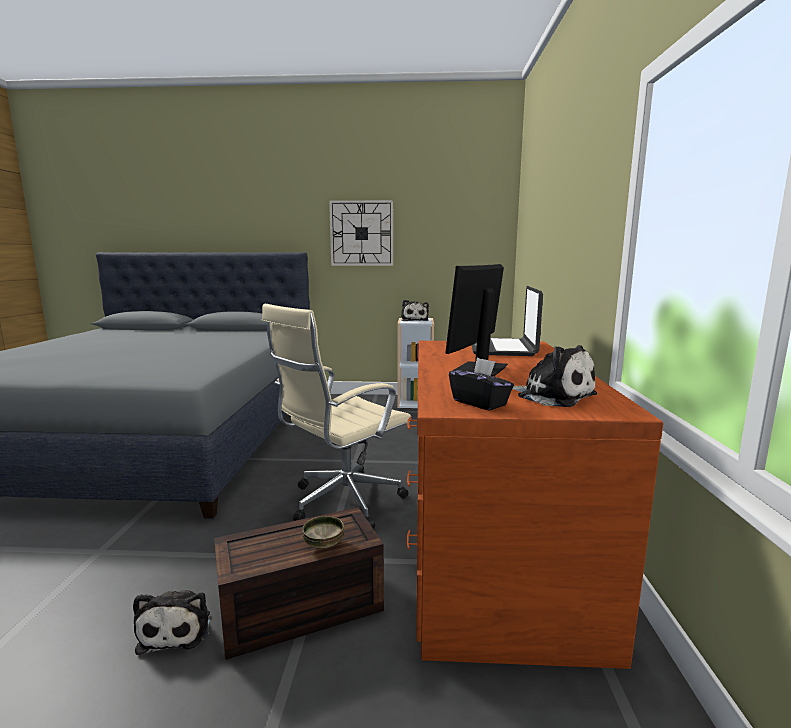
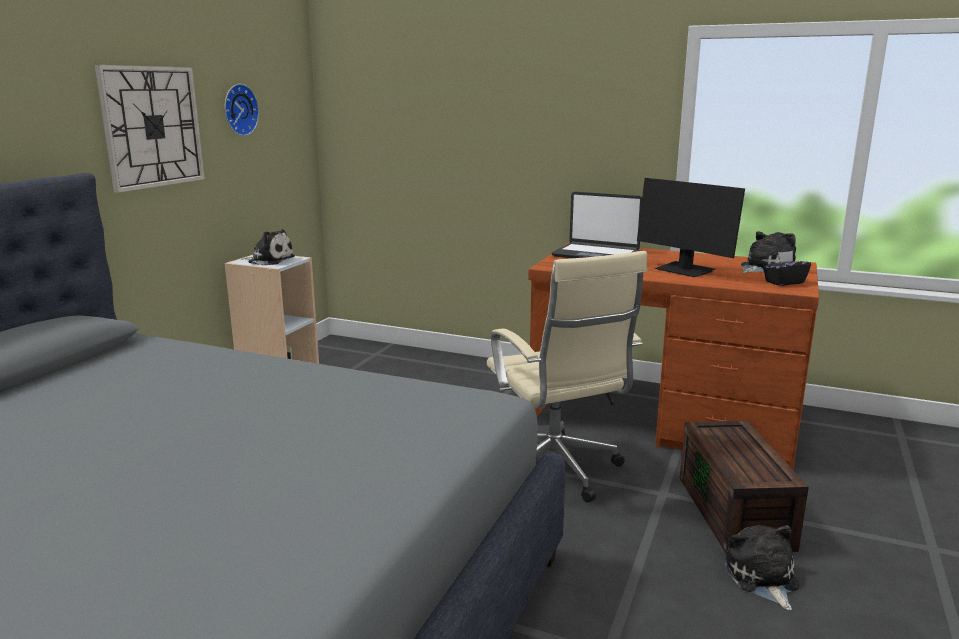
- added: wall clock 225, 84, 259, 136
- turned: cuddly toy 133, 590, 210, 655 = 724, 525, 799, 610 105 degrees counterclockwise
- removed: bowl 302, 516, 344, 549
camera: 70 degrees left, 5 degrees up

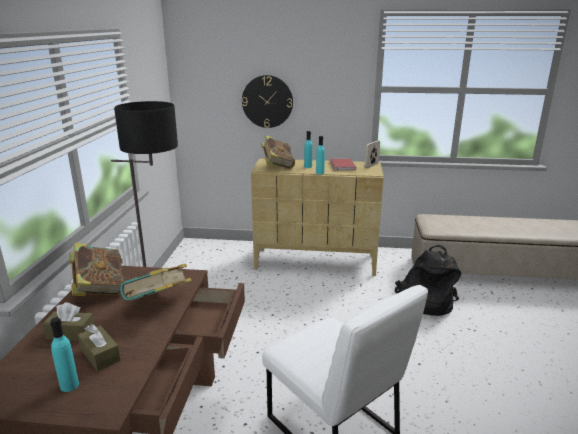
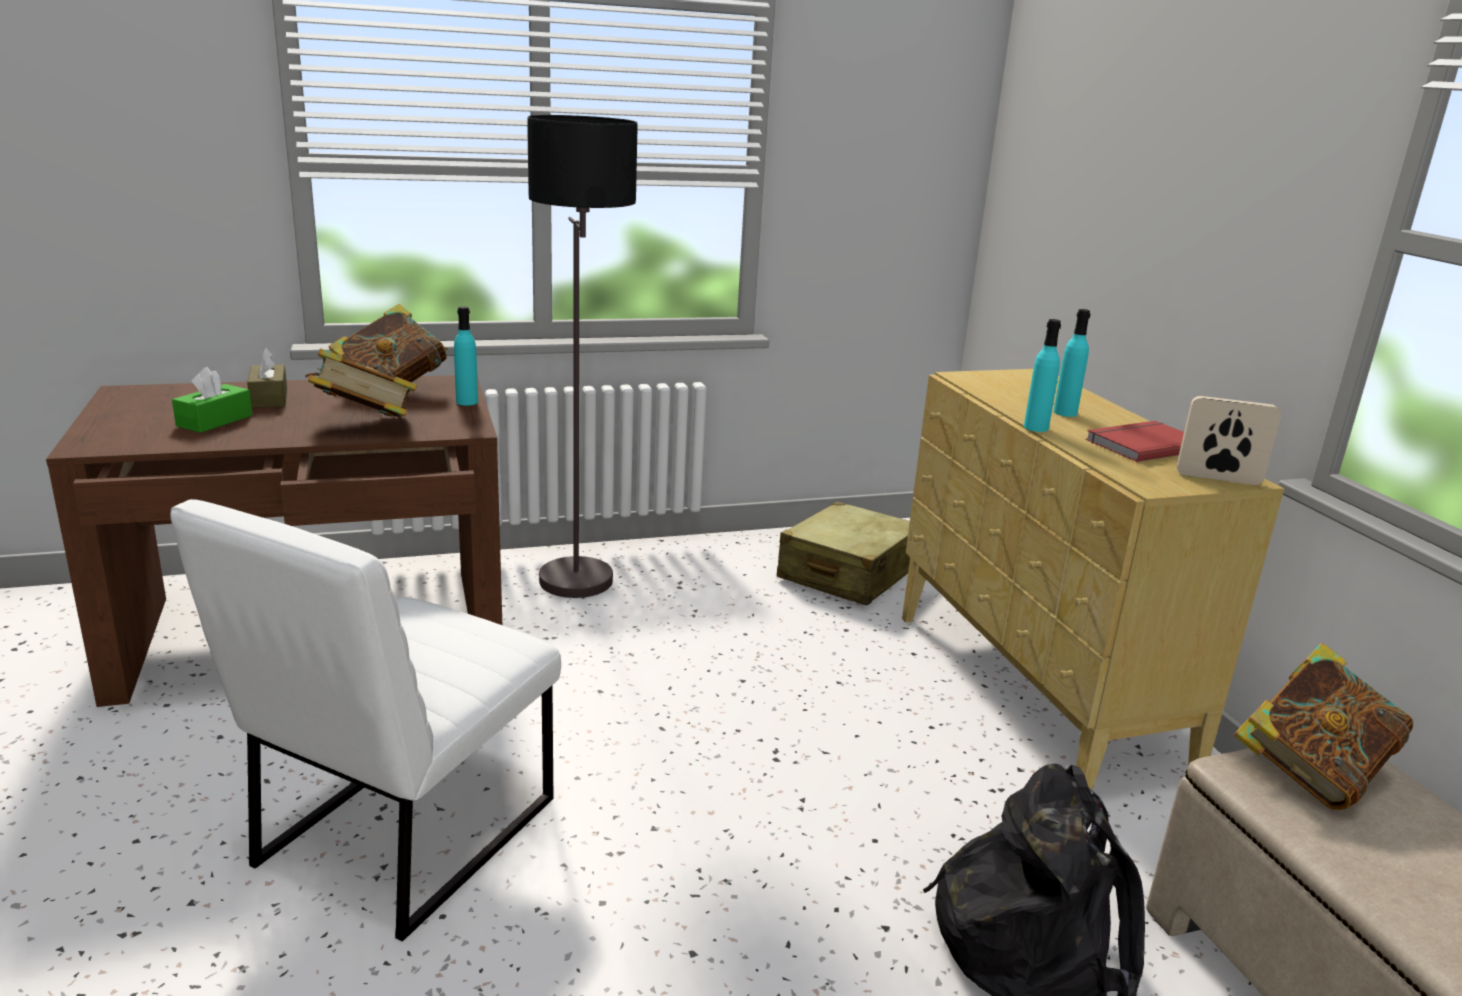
- recoloured: tissue holder (brown-coloured) 78, 324, 121, 371 to tissue holder (green) 172, 367, 252, 433
- moved: drink bottle (turquoise) 50, 317, 79, 392 to 454, 306, 478, 406
- added: travel case (beige-coloured) 777, 501, 910, 606
- moved: volume 261, 135, 295, 169 to 1234, 643, 1413, 810
- removed: wall clock 242, 75, 293, 128
camera: 65 degrees right, 0 degrees up

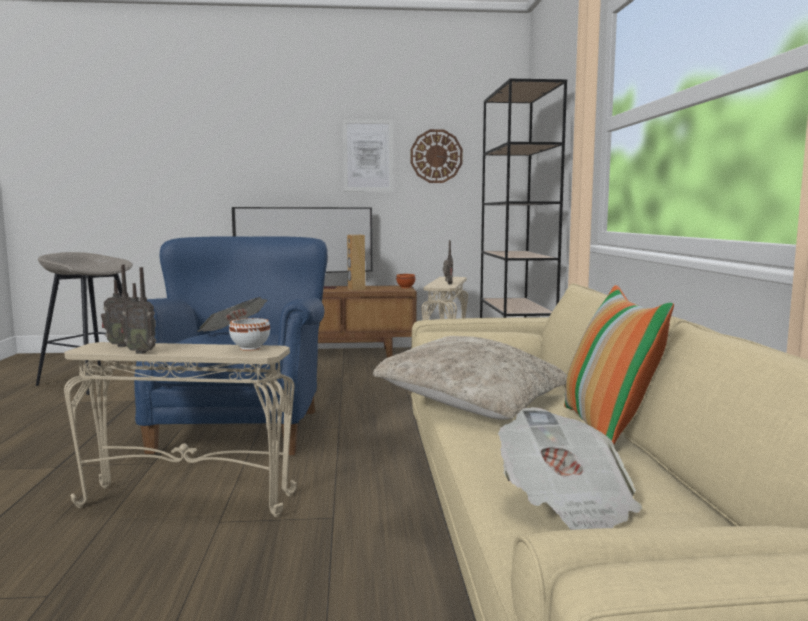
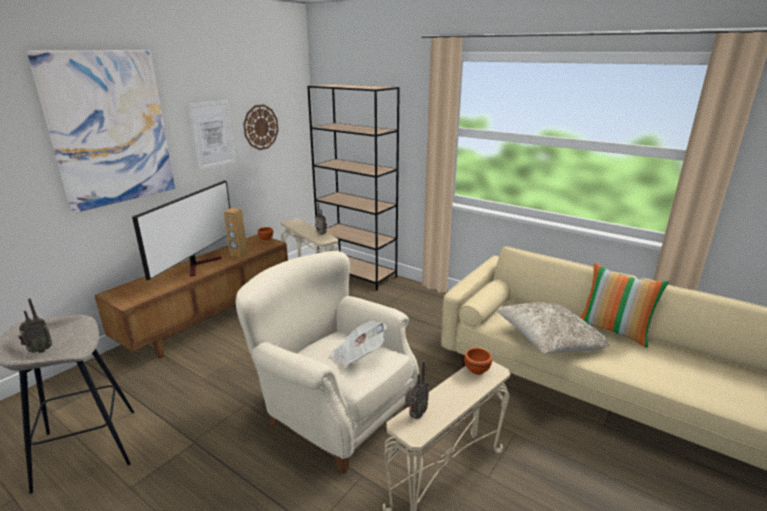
- moved: radio set 120, 267, 156, 354 to 18, 298, 52, 353
- added: picture 27, 51, 175, 213
- recoloured: lounge chair (blue) 134, 236, 328, 455 to lounge chair (beige-coloured) 236, 251, 419, 474
- recoloured: bowl (white) 229, 318, 270, 351 to bowl (brown-coloured) 464, 348, 492, 375
- removed: printed paper 498, 407, 642, 530
camera: 50 degrees left, 15 degrees up

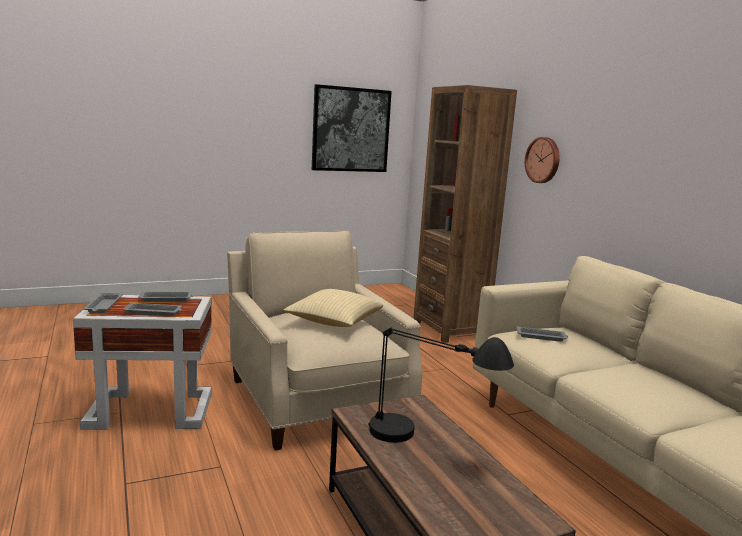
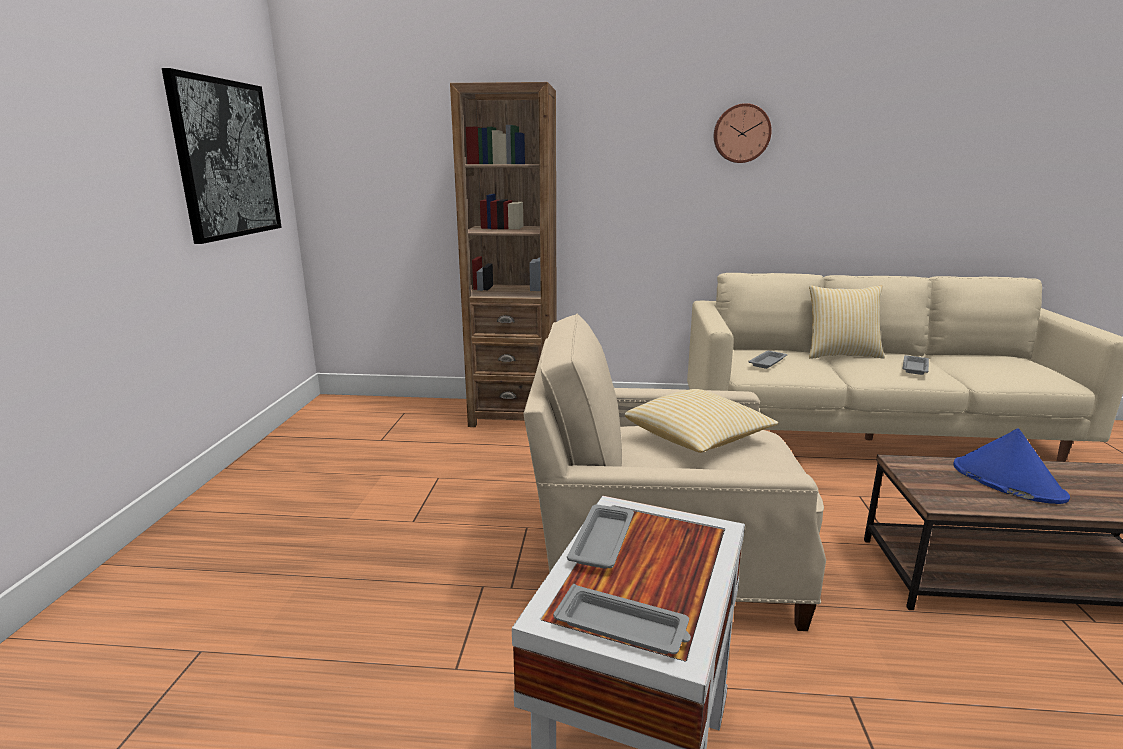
- moved: wall clock 525, 137, 560, 183 to 714, 103, 772, 163
- added: throw pillow 809, 285, 885, 359
- moved: carrying tray (grey) 123, 302, 182, 316 to 902, 355, 929, 375
- replaced: table lamp (black) 368, 327, 514, 443 to hat (blue) 953, 428, 1070, 504
camera: 60 degrees left, 5 degrees up

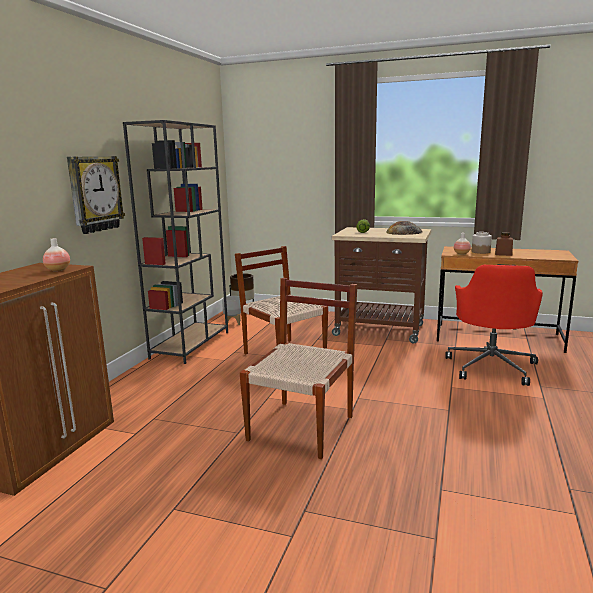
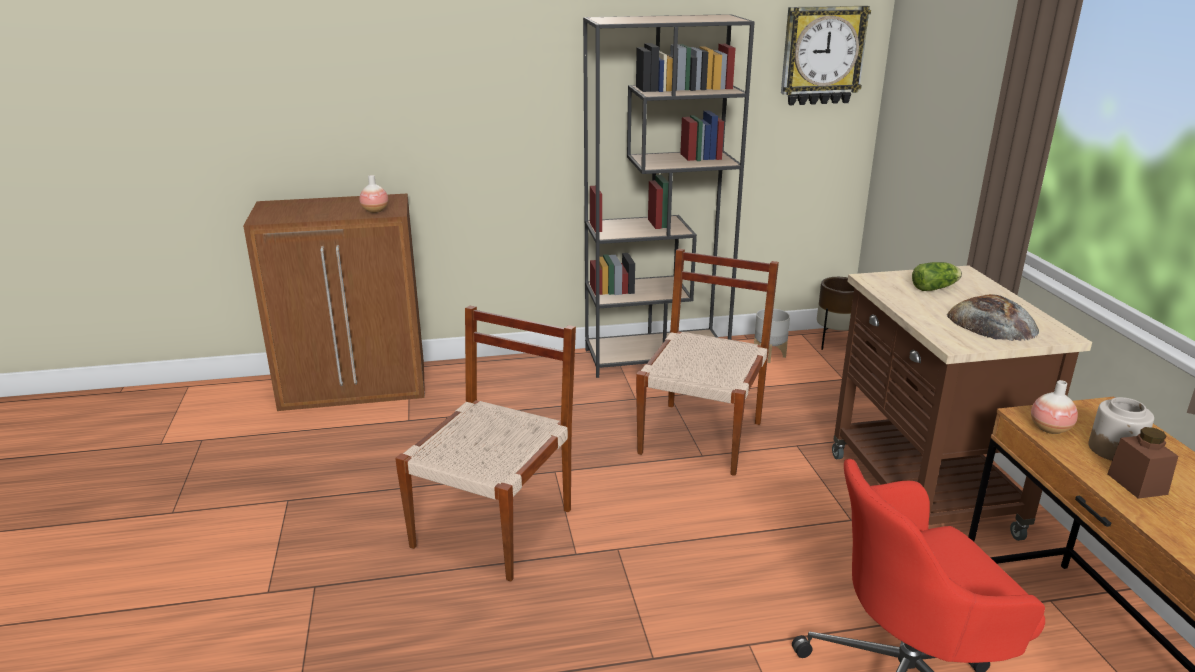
- turned: chair 240, 278, 357, 459 = 395, 306, 576, 581 60 degrees counterclockwise
- moved: wall clock 67, 156, 125, 234 to 781, 6, 871, 105
camera: 60 degrees right, 10 degrees up

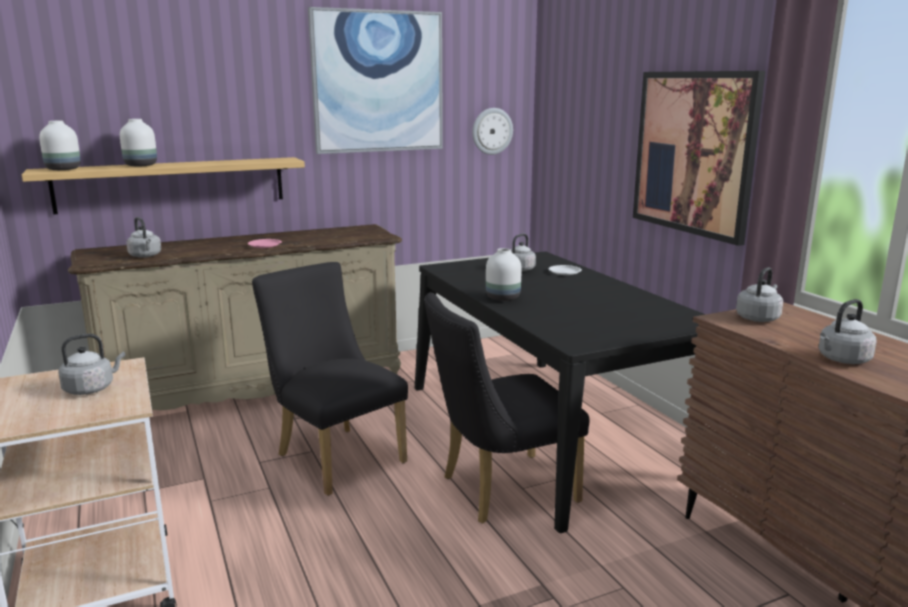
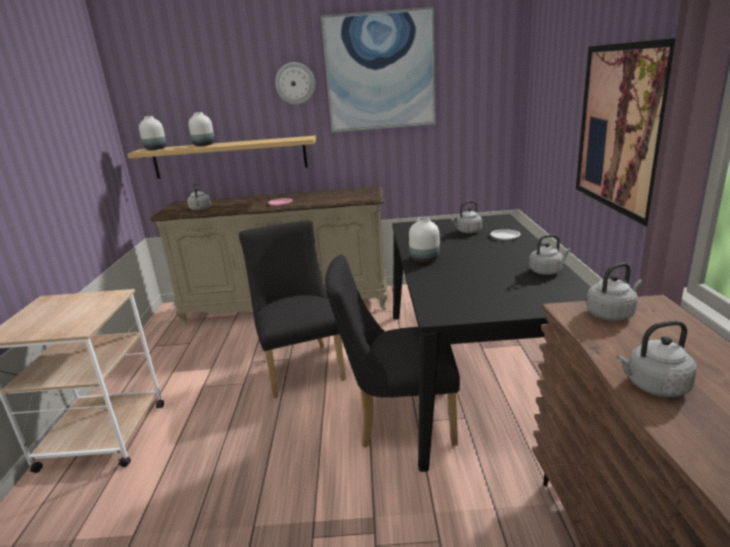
- moved: wall clock 472, 108, 513, 155 to 275, 62, 316, 105
- moved: tea kettle (grey) 58, 334, 125, 395 to 529, 234, 571, 275
camera: 25 degrees right, 5 degrees up

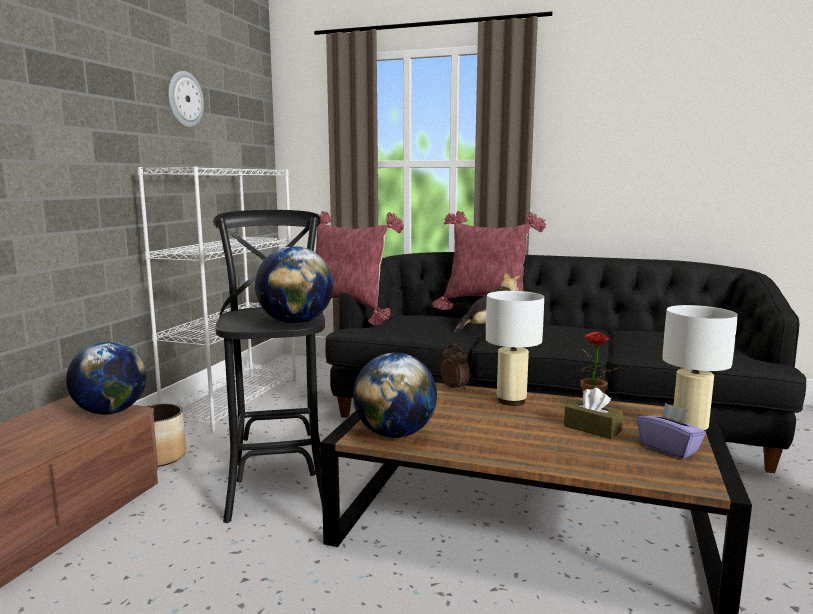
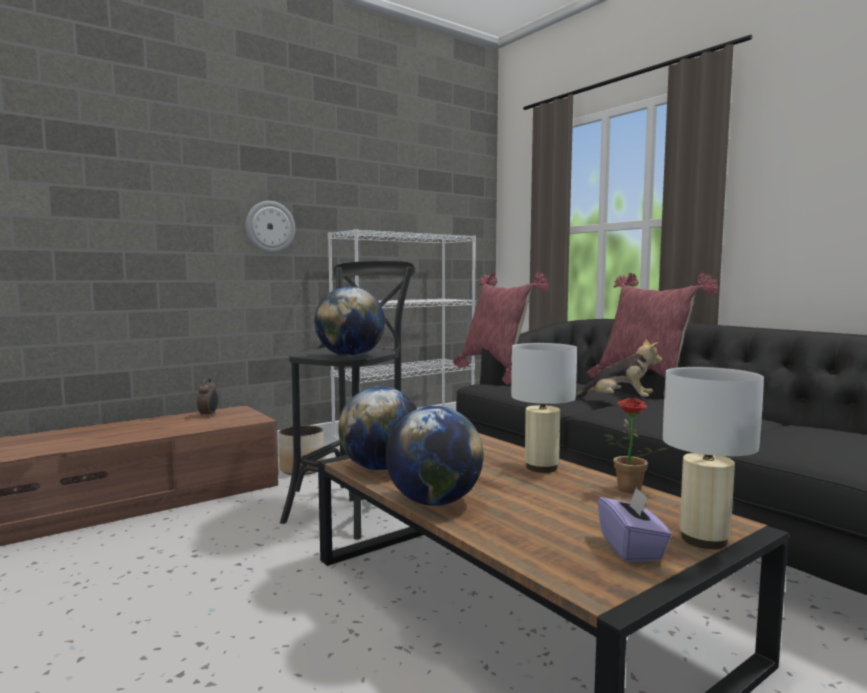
- moved: alarm clock 440, 344, 470, 391 to 197, 378, 218, 417
- moved: wall clock 168, 71, 204, 128 to 246, 201, 295, 253
- moved: desk globe 66, 341, 147, 415 to 386, 406, 484, 506
- removed: tissue holder (brown-coloured) 564, 387, 623, 439
camera: 35 degrees right, 5 degrees down

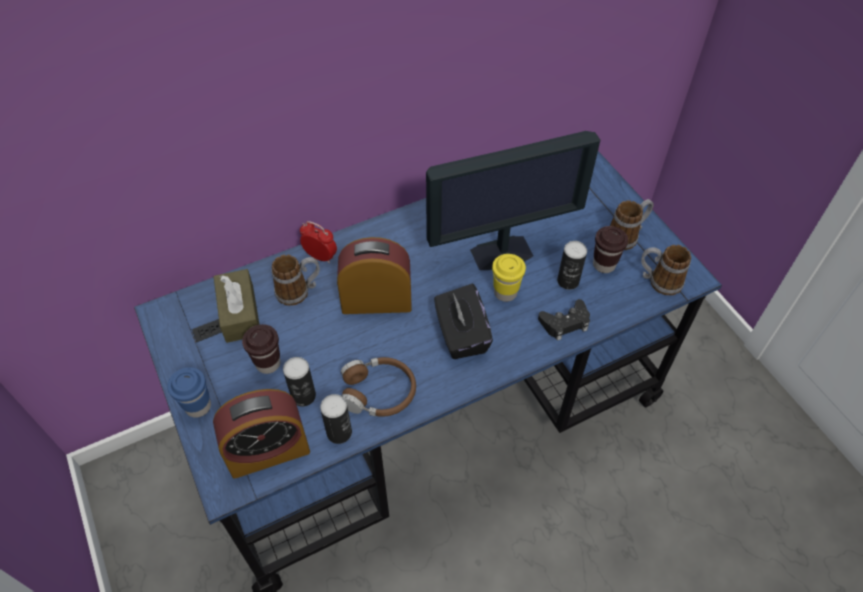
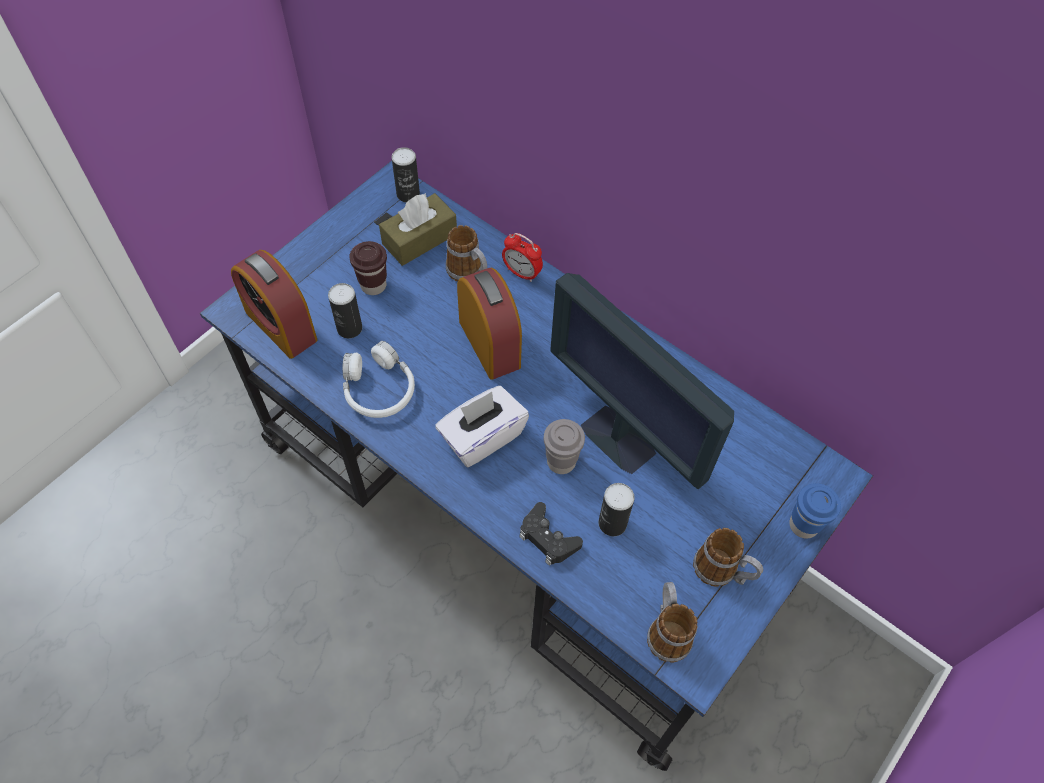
- recoloured: headset (brown-coloured) 341, 357, 416, 417 to headset (white) 343, 341, 415, 418
- moved: can 320, 394, 352, 444 to 392, 147, 420, 203
- recoloured: tissue holder (black) 434, 284, 493, 359 to tissue holder (white) 435, 386, 529, 467
- turned: alarm clock 300, 221, 337, 264 = 502, 233, 543, 282 120 degrees clockwise
- recoloured: drinking cup (yellowish) 492, 254, 526, 302 to drinking cup (grey) 544, 419, 585, 474
- moved: drinking cup (blue) 167, 367, 211, 418 to 789, 483, 841, 539
- removed: drinking cup (brown-coloured) 593, 226, 628, 273
camera: 65 degrees right, 5 degrees up

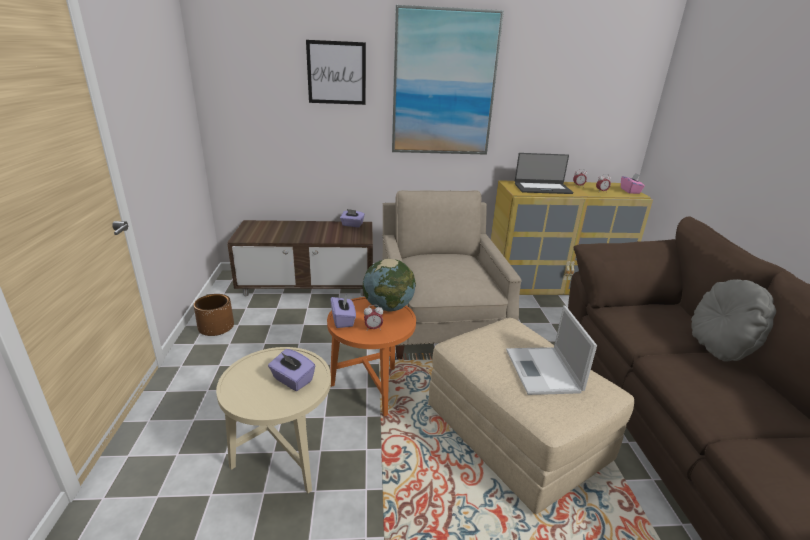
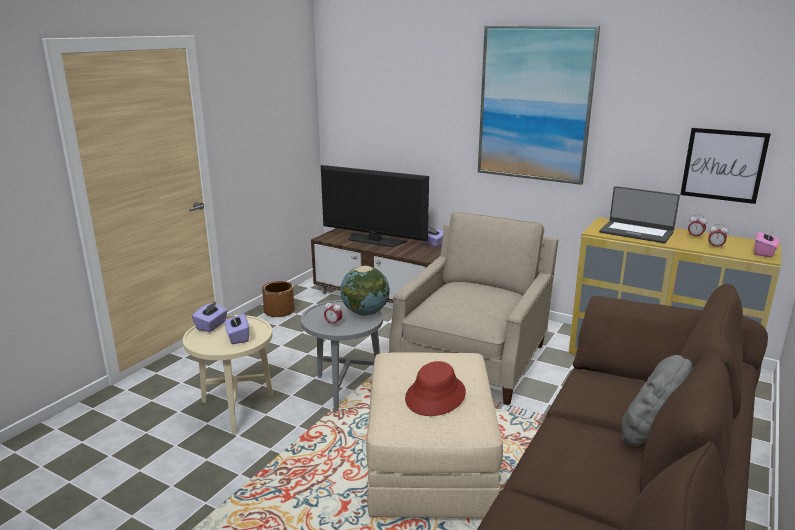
- moved: tissue holder (purple) 331, 295, 356, 328 to 192, 302, 228, 332
- recoloured: end table (orangey) 327, 297, 416, 416 to end table (grey) 301, 300, 383, 411
- added: TV set 321, 165, 429, 247
- replaced: portable computer 506, 305, 597, 395 to hat (reddish) 405, 361, 466, 416
- moved: picture 306, 40, 366, 105 to 680, 128, 771, 204
camera: 35 degrees right, 5 degrees down

